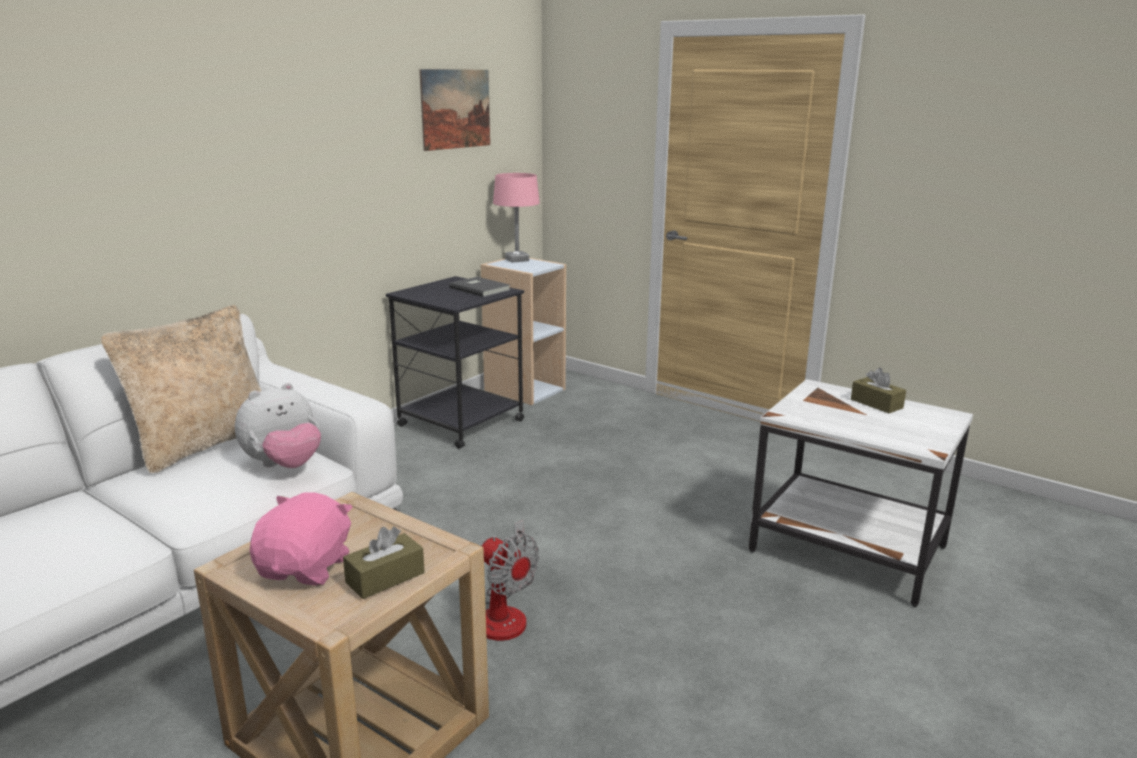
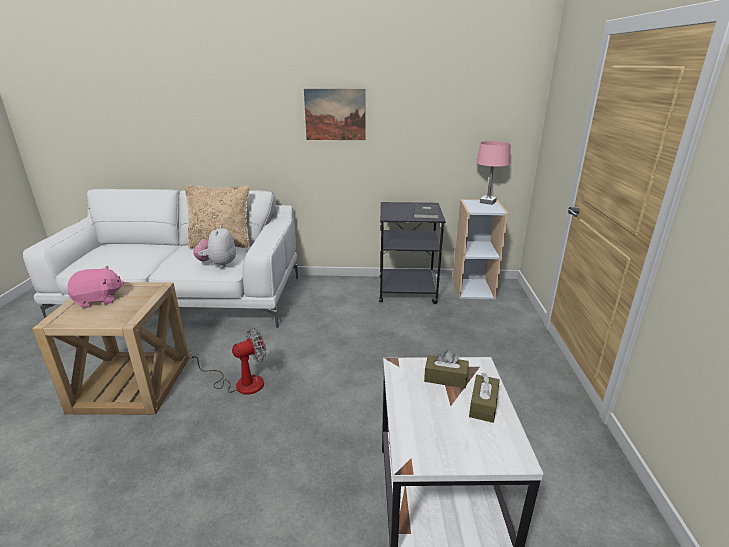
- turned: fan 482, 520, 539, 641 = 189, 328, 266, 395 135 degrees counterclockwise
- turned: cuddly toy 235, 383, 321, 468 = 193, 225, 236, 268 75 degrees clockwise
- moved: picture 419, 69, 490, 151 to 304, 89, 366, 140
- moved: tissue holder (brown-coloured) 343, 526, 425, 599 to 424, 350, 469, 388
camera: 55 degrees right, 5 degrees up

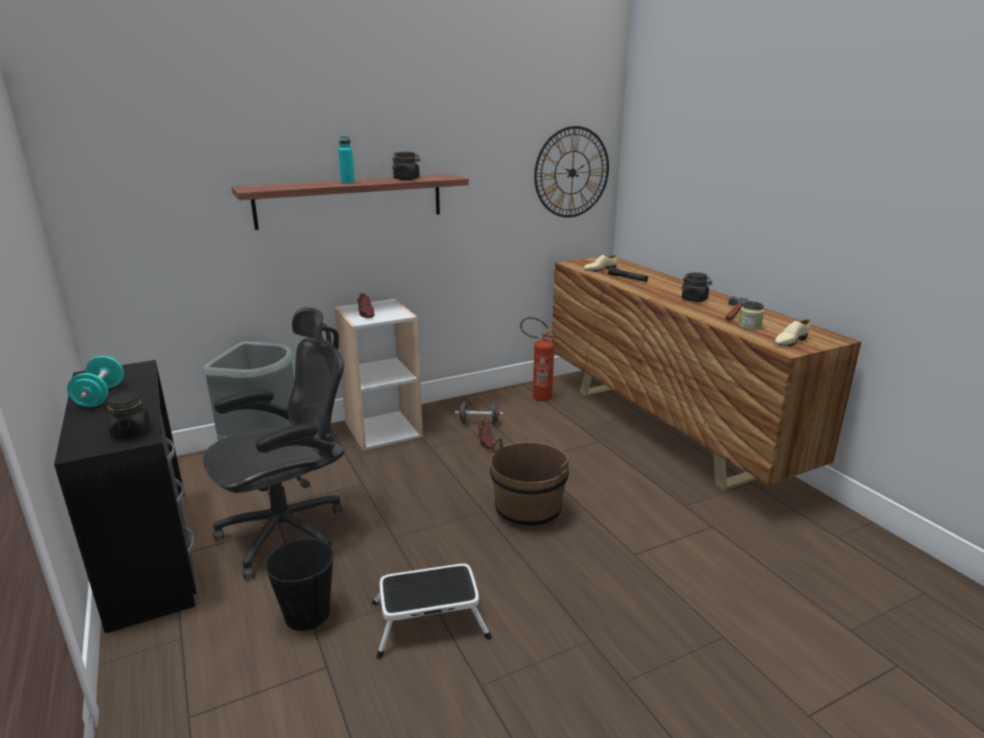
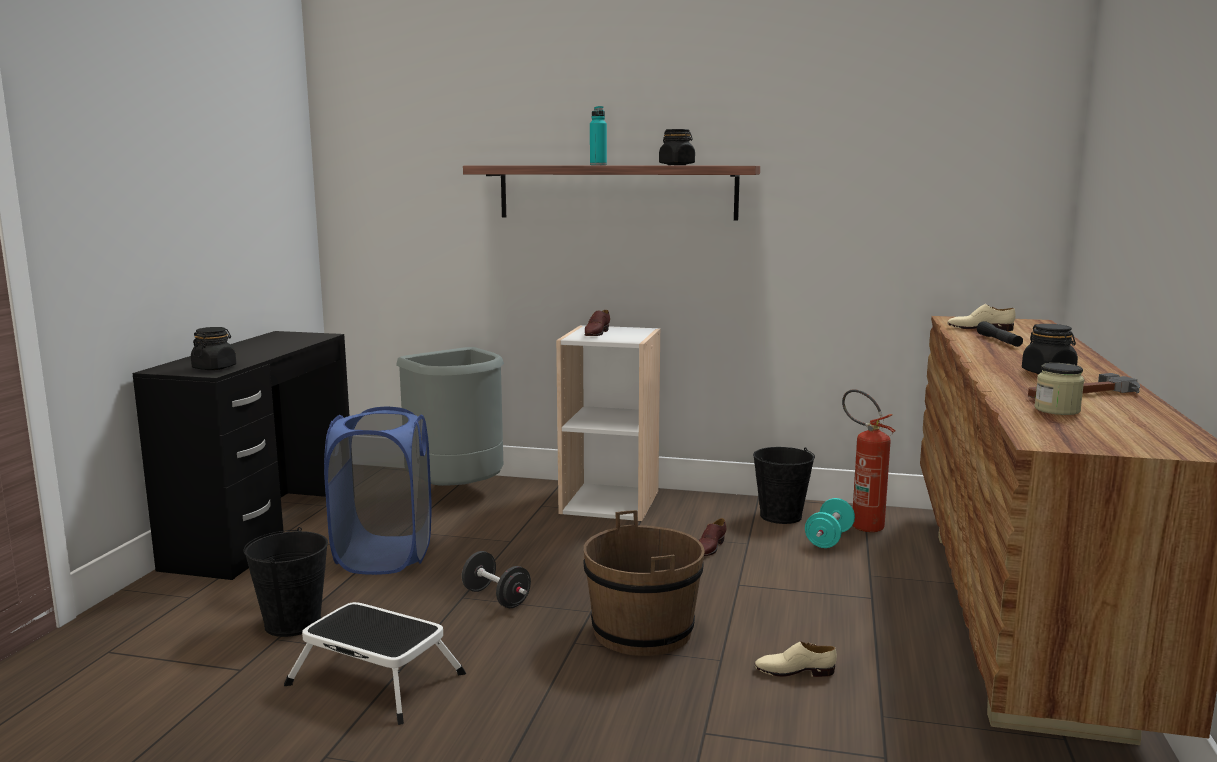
- replaced: office chair 203, 307, 344, 579 to washing basket (blue) 324, 407, 432, 575
- moved: free weight (black) 455, 401, 503, 425 to 462, 551, 531, 608
- added: bucket (black) 753, 447, 815, 524
- moved: item of footwear (beige-coloured) 774, 319, 811, 346 to 755, 642, 837, 677
- moved: free weight (turquoise) 67, 356, 124, 407 to 805, 498, 855, 548
- removed: wall clock 534, 126, 609, 218
camera: 40 degrees right, 10 degrees down

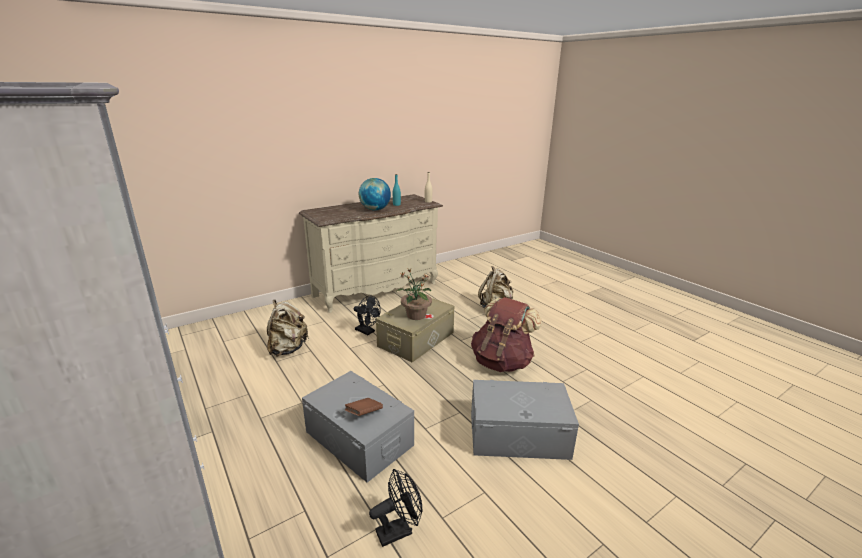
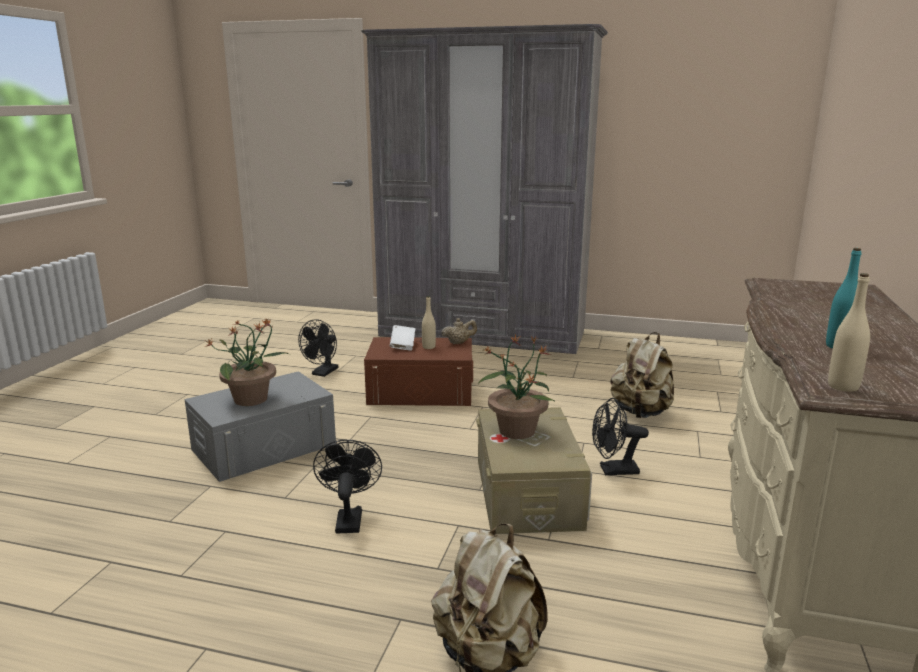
- added: potted plant 205, 319, 289, 406
- replaced: backpack (brown-coloured) 471, 297, 542, 372 to fan (black) 313, 440, 382, 534
- recoloured: storage container (grey) 302, 371, 414, 483 to storage container (brown-coloured) 364, 337, 473, 406
- recoloured: volume (brown-coloured) 345, 398, 383, 416 to volume (white) 390, 325, 416, 351
- added: drink bottle (beige-coloured) 422, 296, 436, 349
- added: teapot (beige-coloured) 441, 318, 477, 344
- removed: desk globe 359, 178, 391, 211
camera: 140 degrees right, 5 degrees down

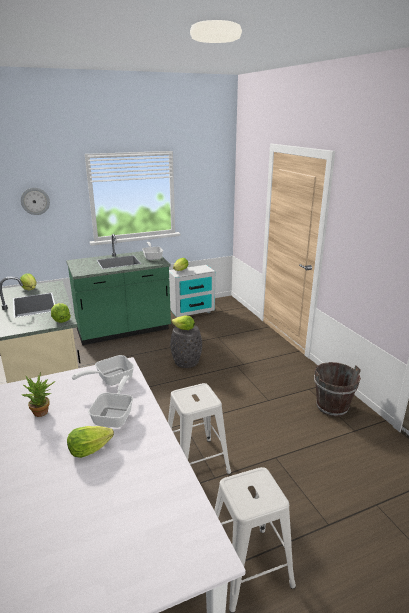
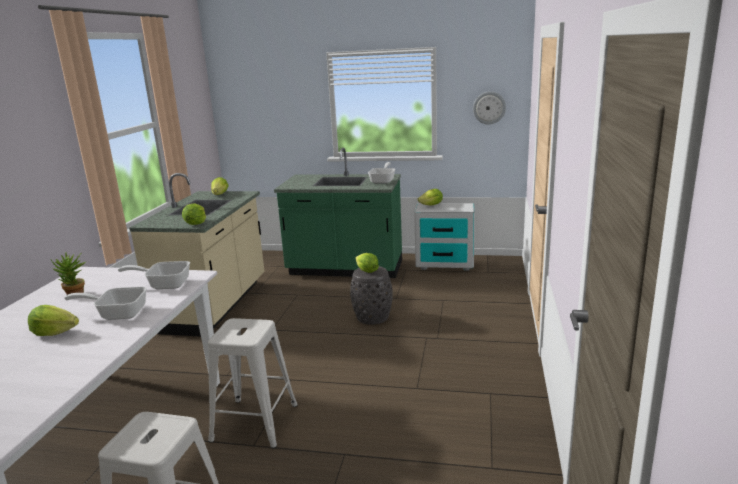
- turned: frying pan 88, 375, 133, 428 = 64, 287, 147, 320 135 degrees counterclockwise
- moved: wall clock 21, 188, 50, 215 to 473, 91, 506, 125
- removed: bucket (brown-coloured) 314, 362, 361, 417
camera: 35 degrees right, 5 degrees down

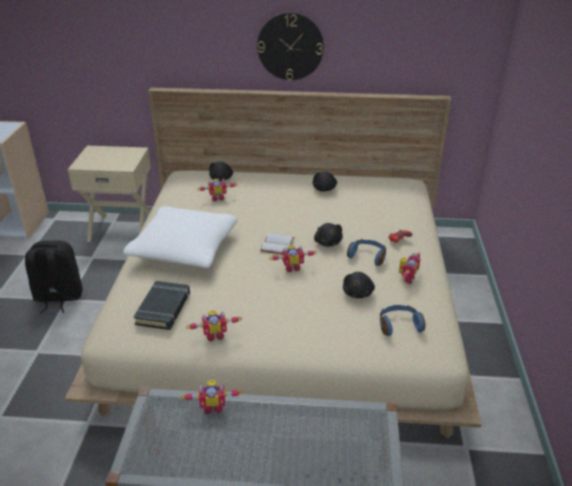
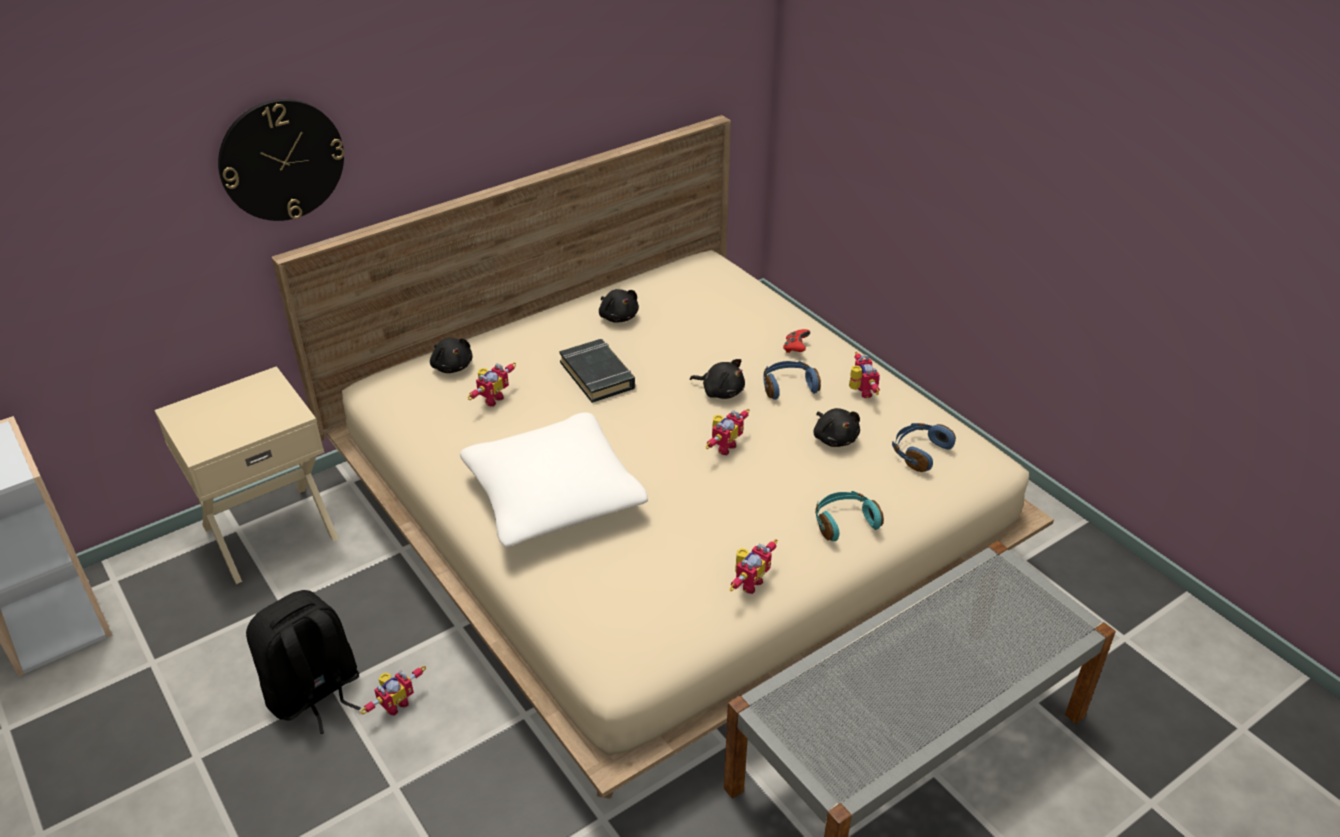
- moved: wall clock 257, 12, 324, 80 to 218, 99, 345, 221
- moved: toy robot 181, 380, 243, 414 to 360, 666, 426, 716
- moved: volume (black) 133, 281, 190, 330 to 559, 339, 635, 403
- added: headset (turquoise) 816, 491, 884, 541
- removed: volume (white) 260, 233, 295, 254
camera: 40 degrees left, 5 degrees up

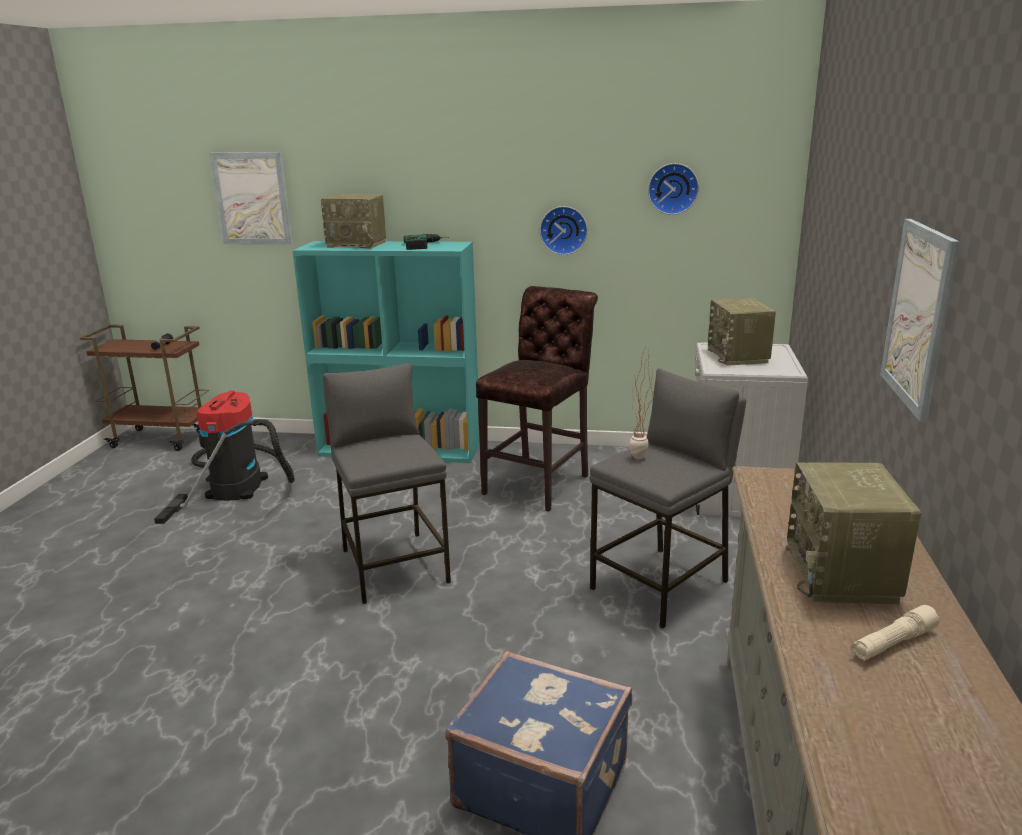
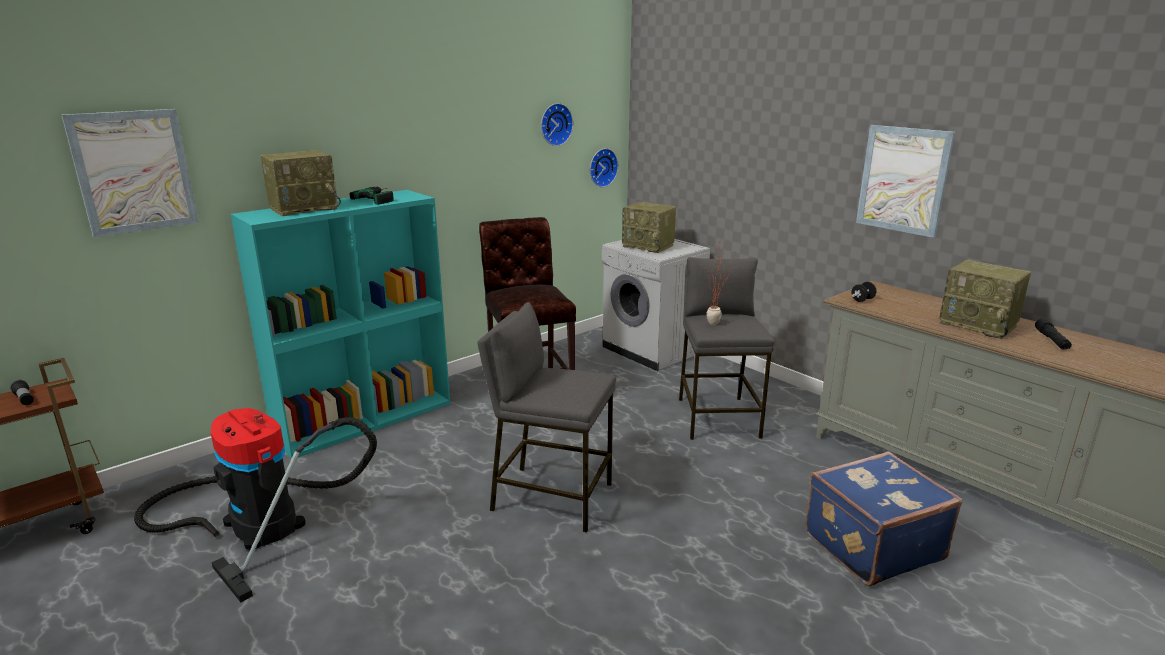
- moved: wall clock 540, 206, 588, 255 to 590, 148, 618, 187
- added: free weight (black) 851, 282, 876, 302
- recoloured: flashlight (beige-coloured) 851, 605, 940, 661 to flashlight (black) 1035, 318, 1072, 350
camera: 50 degrees left, 0 degrees up

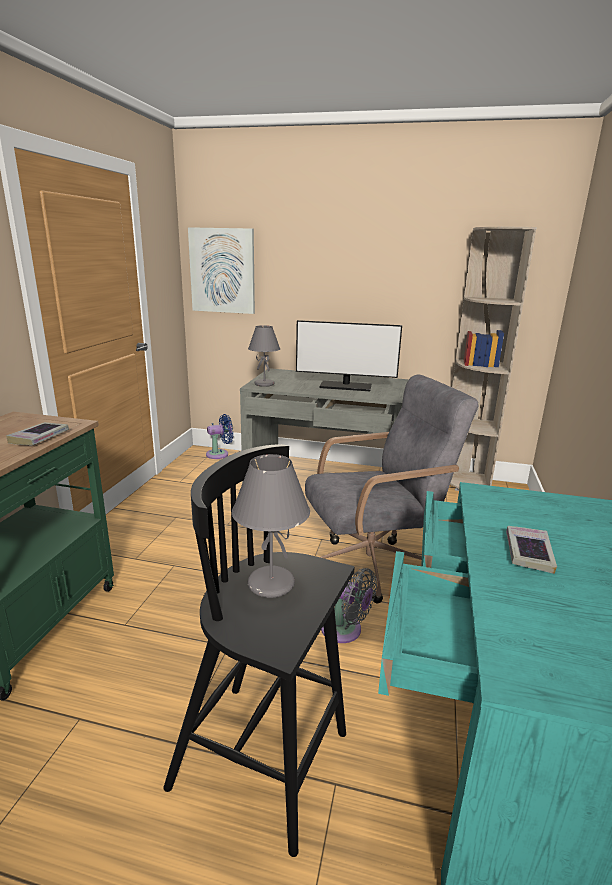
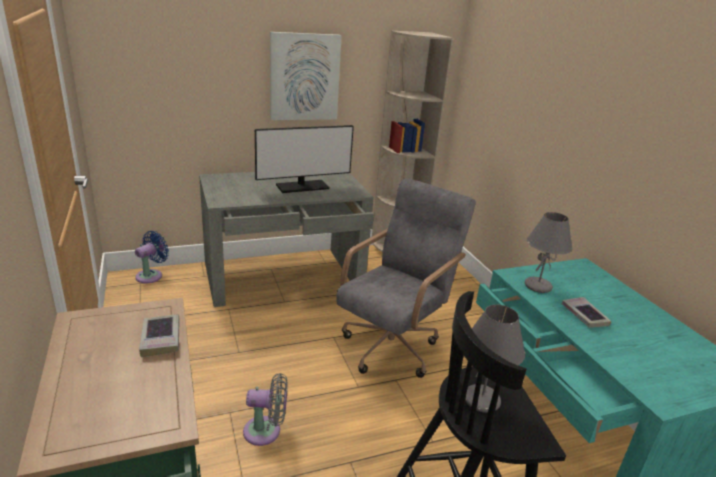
- moved: fan (grey) 321, 568, 377, 643 to 243, 373, 288, 446
- moved: picture 188, 227, 255, 314 to 270, 32, 342, 120
- moved: table lamp (grey) 248, 325, 280, 387 to 525, 212, 572, 293
camera: 35 degrees left, 5 degrees up

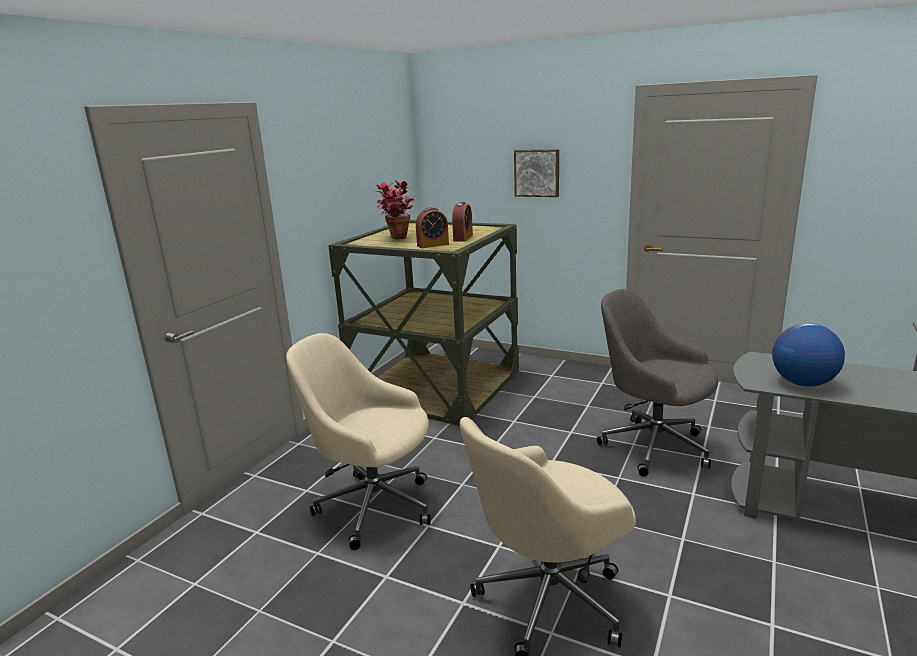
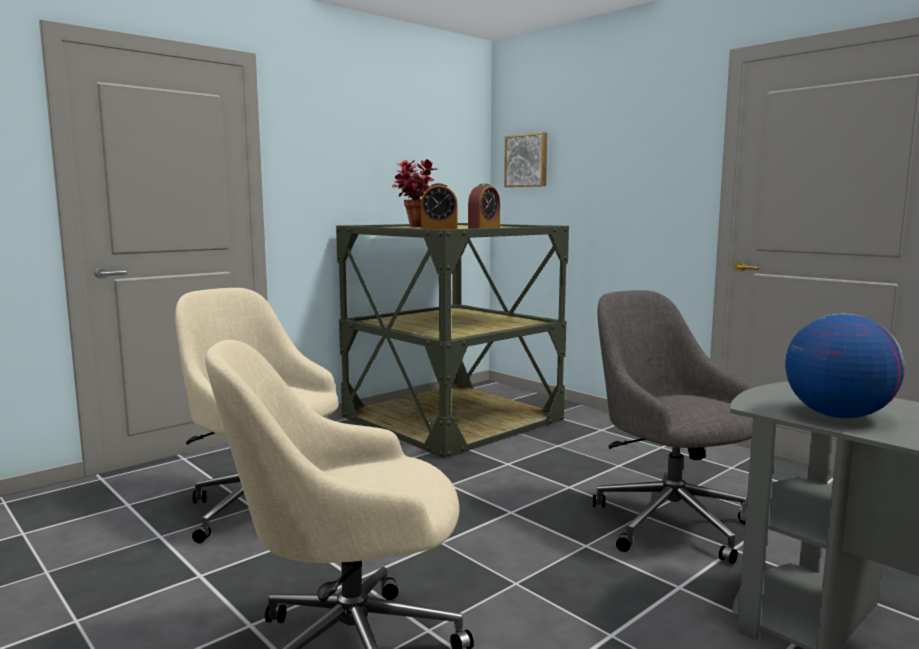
- moved: picture 514, 149, 559, 197 to 504, 132, 547, 187
camera: 20 degrees right, 10 degrees down

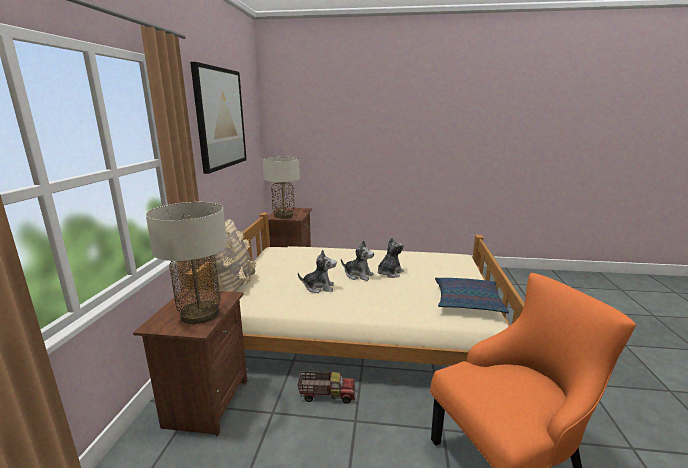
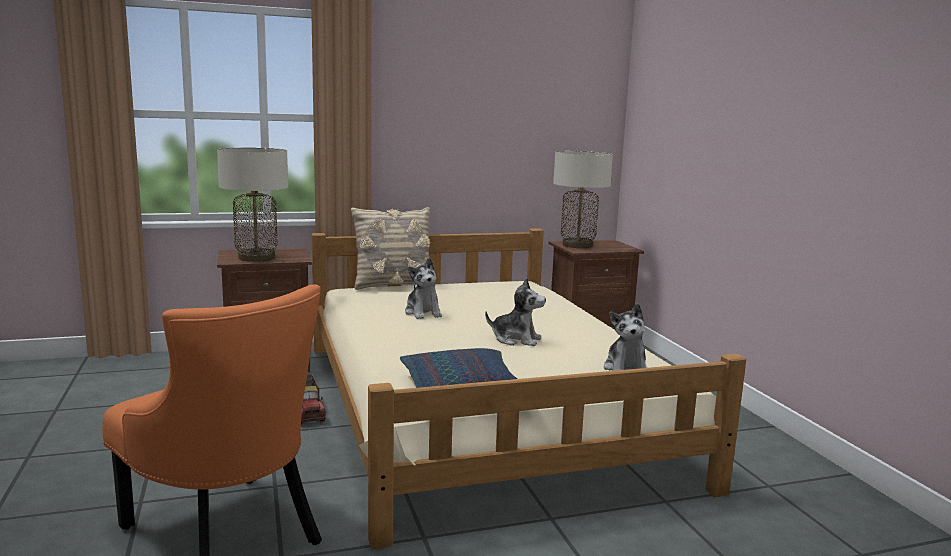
- moved: cuddly toy 341, 240, 374, 281 to 604, 304, 648, 371
- removed: picture 190, 62, 247, 174
camera: 65 degrees right, 5 degrees down

